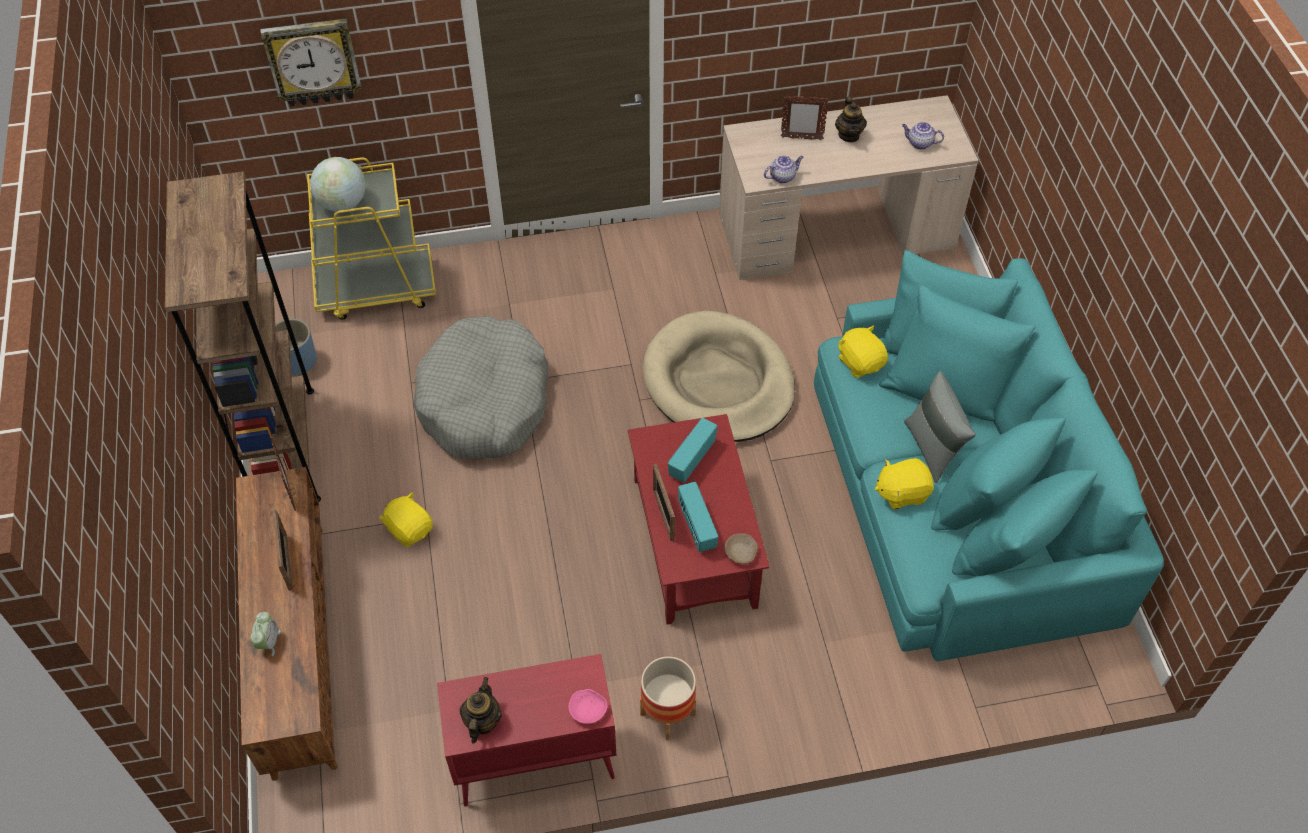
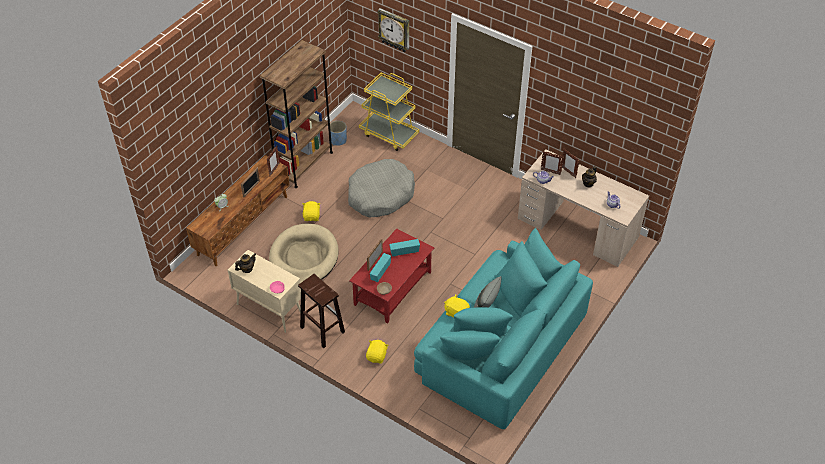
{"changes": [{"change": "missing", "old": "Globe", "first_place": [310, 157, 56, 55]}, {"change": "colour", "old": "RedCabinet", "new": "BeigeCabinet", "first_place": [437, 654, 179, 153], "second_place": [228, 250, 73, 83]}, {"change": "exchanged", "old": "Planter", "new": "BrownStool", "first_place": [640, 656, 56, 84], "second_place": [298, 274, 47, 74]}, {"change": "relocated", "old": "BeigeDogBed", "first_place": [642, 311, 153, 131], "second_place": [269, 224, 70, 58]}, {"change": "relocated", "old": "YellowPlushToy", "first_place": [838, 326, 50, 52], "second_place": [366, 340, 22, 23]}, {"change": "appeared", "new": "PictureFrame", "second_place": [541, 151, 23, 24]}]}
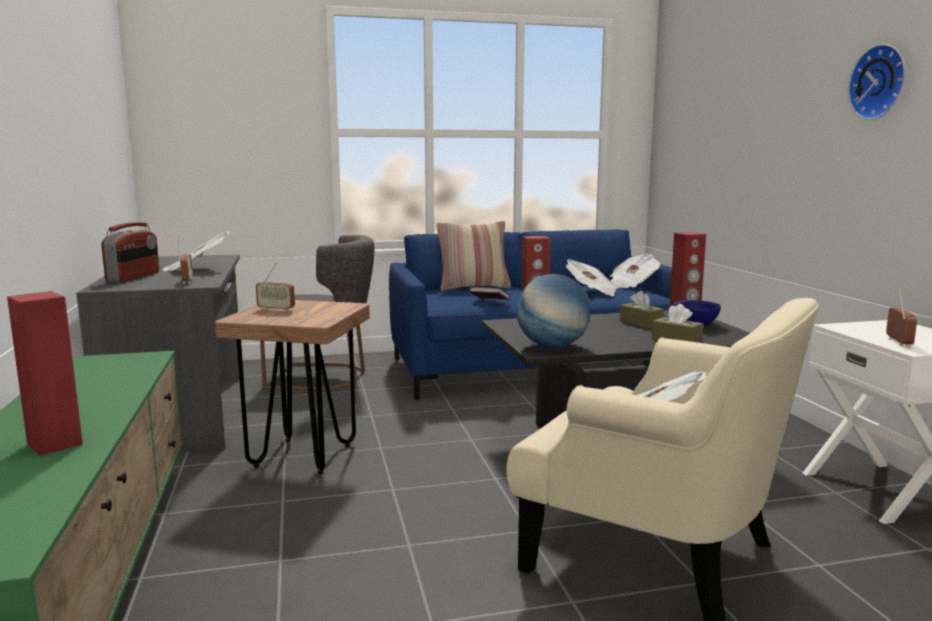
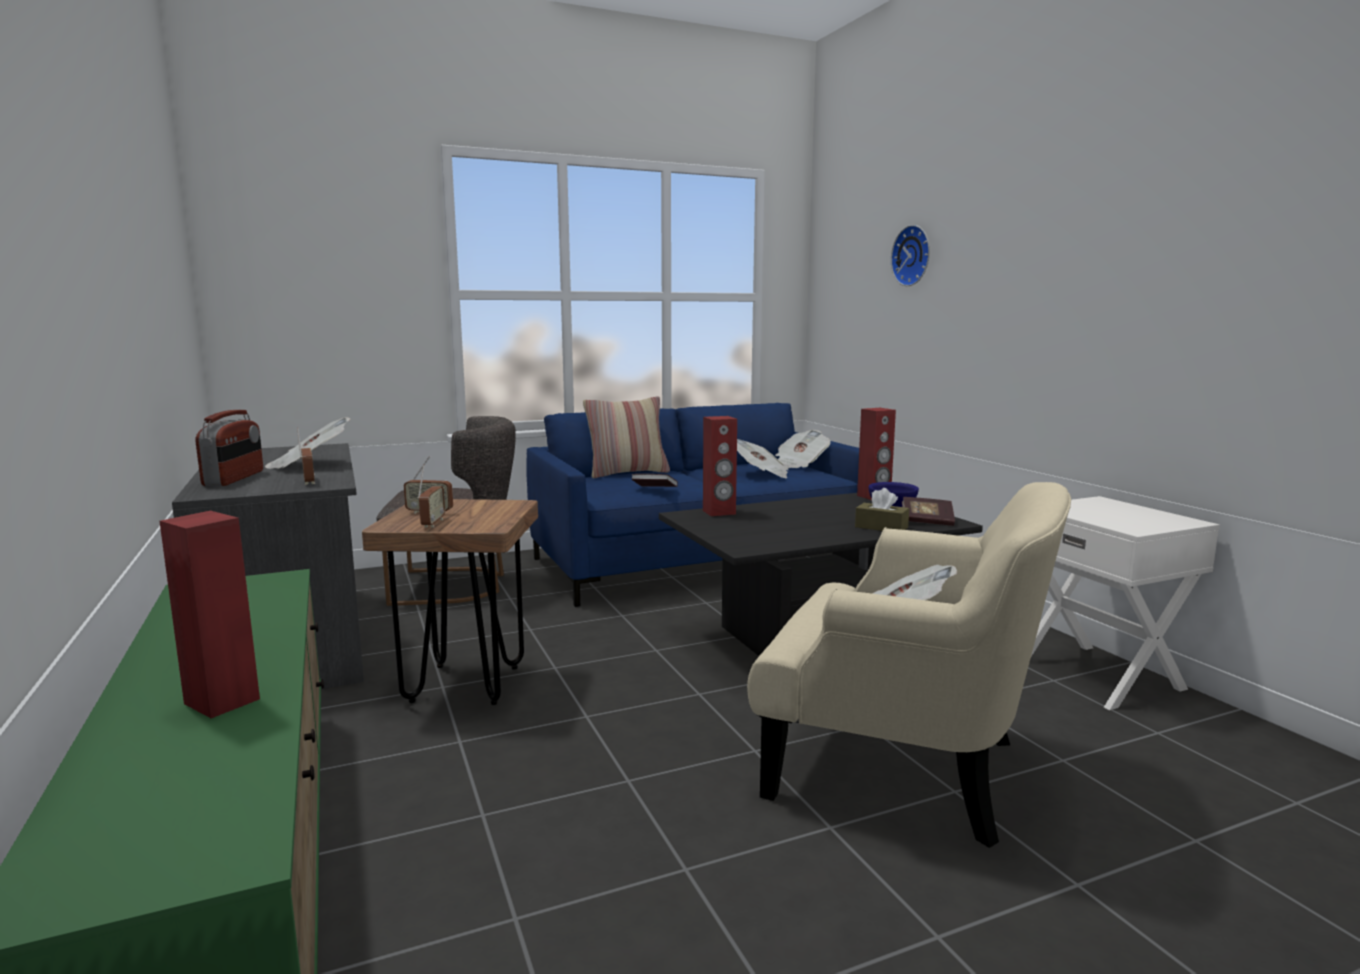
{"changes": [{"change": "missing", "old": "Globe", "first_place": [517, 274, 74, 74]}, {"change": "missing", "old": "BrownTissueBox", "first_place": [620, 290, 44, 39]}, {"change": "relocated", "old": "WallClock", "first_place": [848, 44, 58, 76], "second_place": [891, 225, 39, 61]}, {"change": "relocated", "old": "Radio", "first_place": [886, 287, 31, 60], "second_place": [418, 465, 27, 63]}, {"change": "appeared", "new": "Book", "second_place": [902, 497, 53, 29]}]}
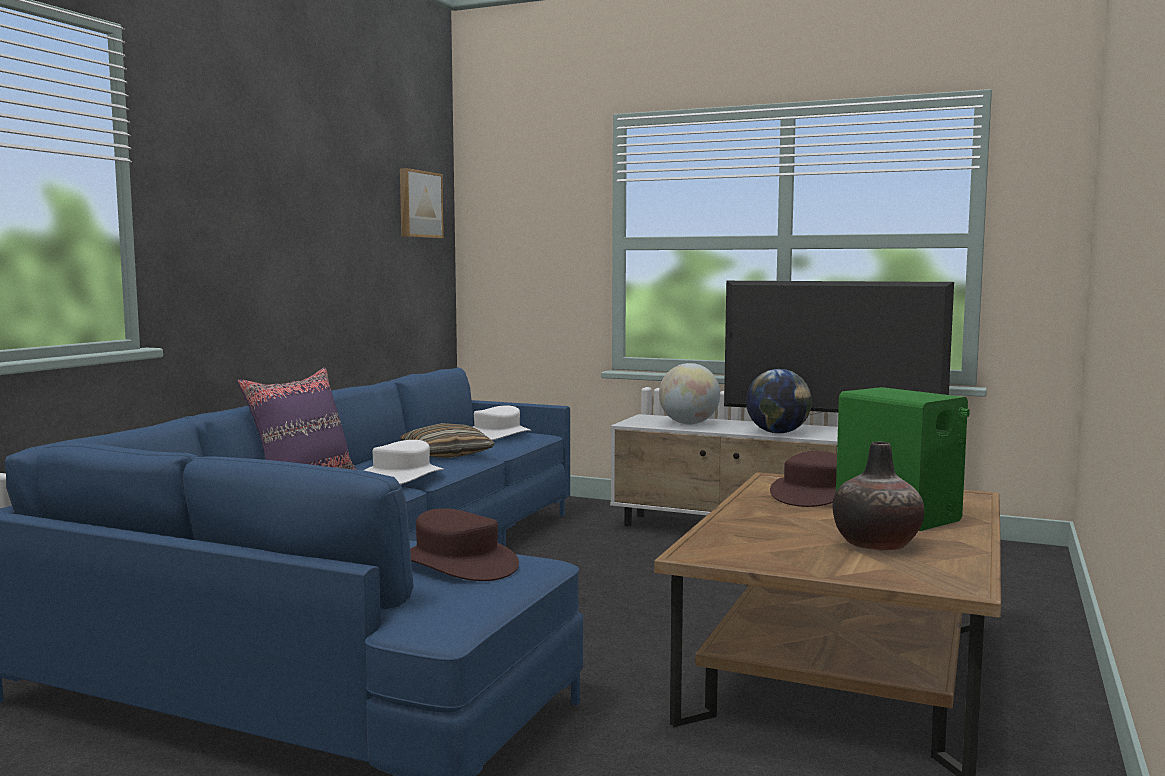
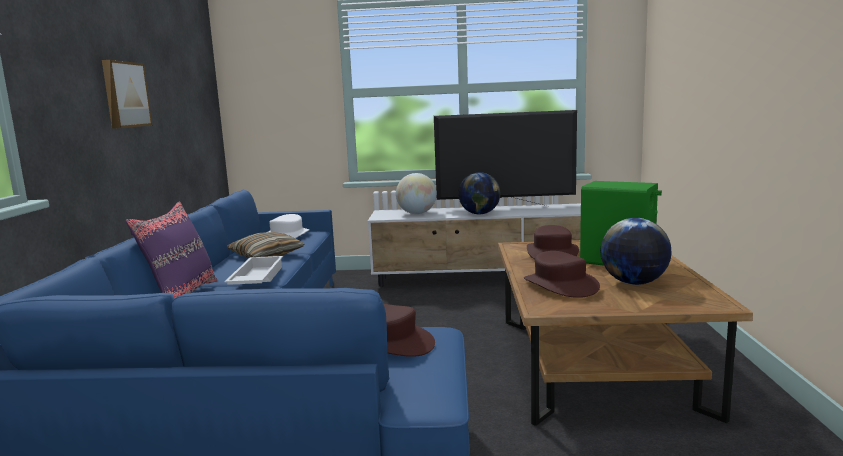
{"changes": [{"change": "exchanged", "old": "WhiteHat", "new": "WhiteTray", "first_place": [364, 440, 80, 45], "second_place": [224, 256, 59, 29]}, {"change": "relocated", "old": "Picture", "first_place": [400, 168, 44, 70], "second_place": [102, 60, 50, 69]}, {"change": "exchanged", "old": "Vase", "new": "Globe", "first_place": [832, 442, 92, 109], "second_place": [600, 218, 72, 67]}, {"change": "appeared", "new": "BrownHat", "second_place": [524, 251, 76, 47]}]}
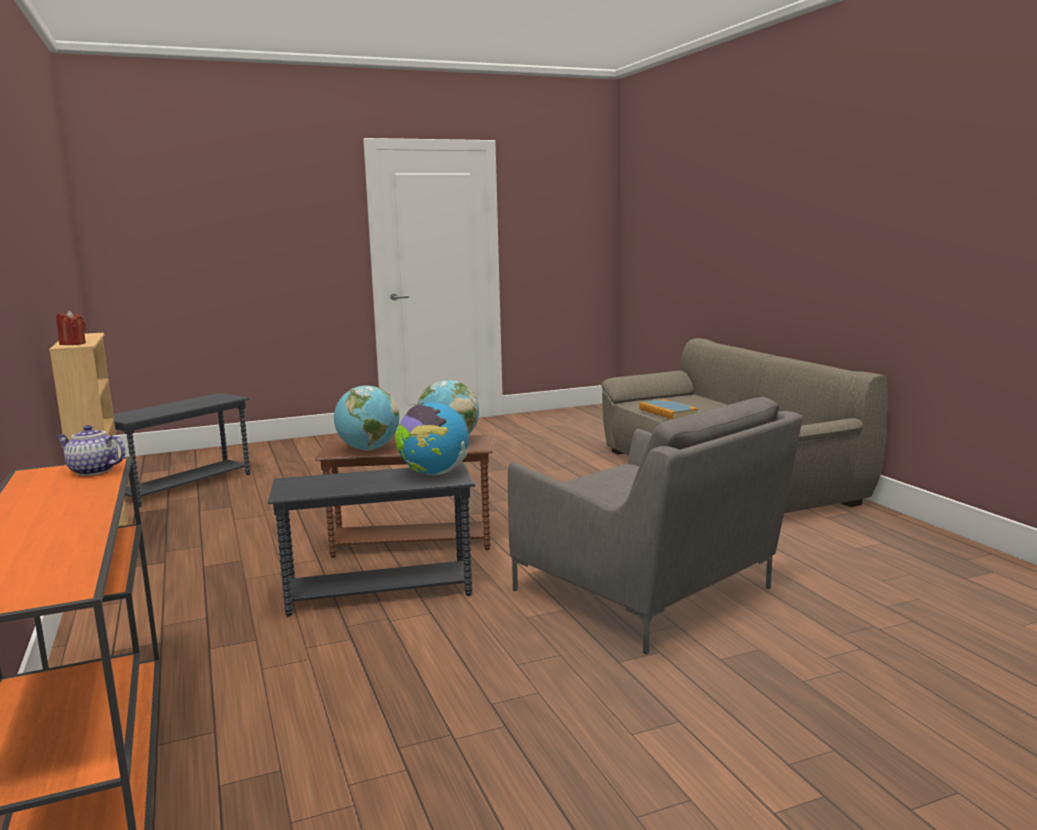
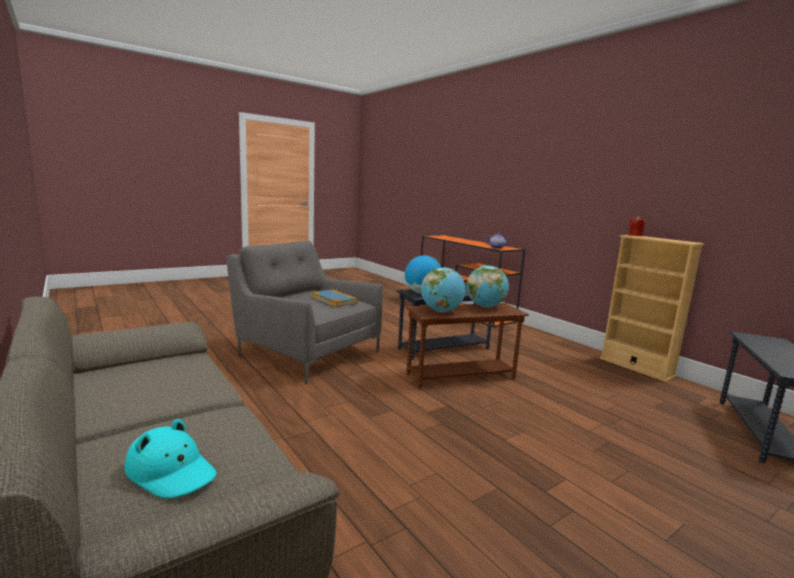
{"changes": [{"change": "relocated", "old": "Book", "first_place": [639, 399, 59, 20], "second_place": [312, 290, 46, 17]}, {"change": "appeared", "new": "TurquoiseHat", "second_place": [124, 419, 93, 79]}]}
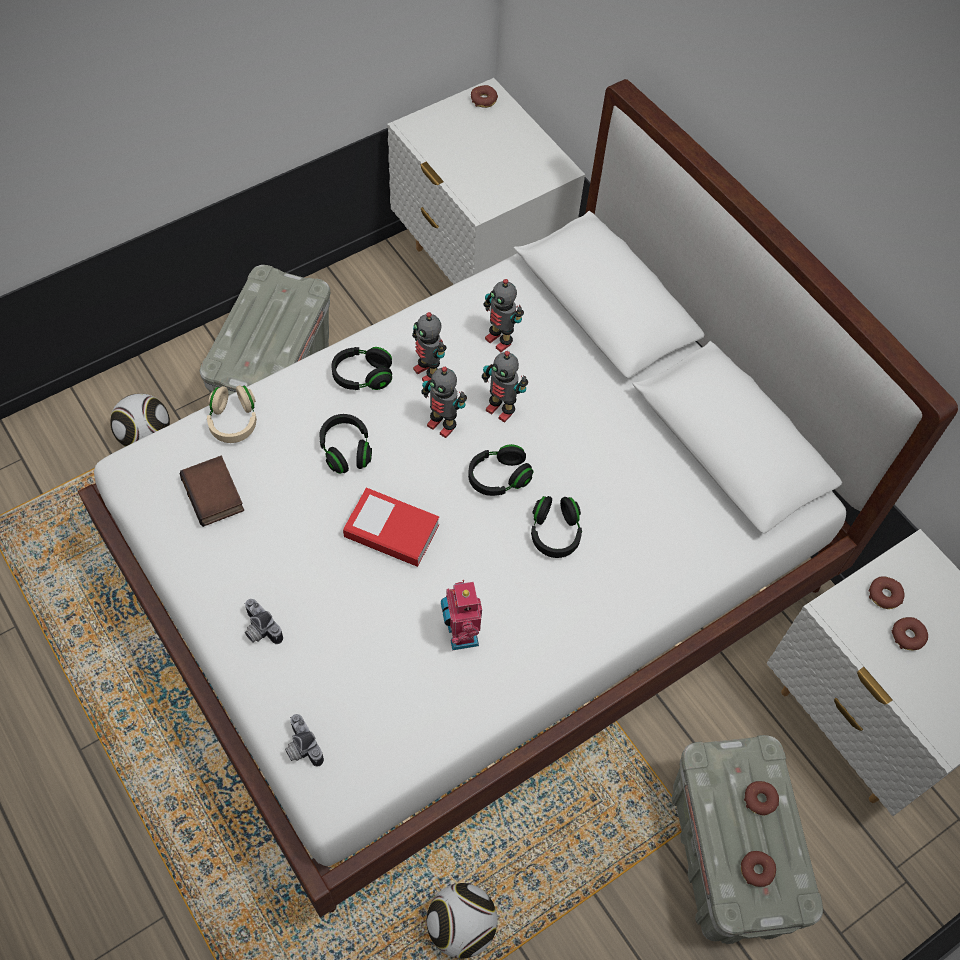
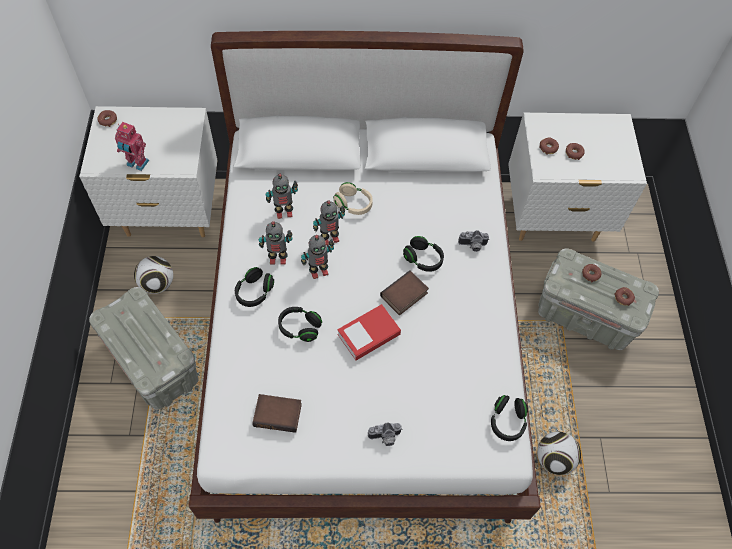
{"changes": [{"change": "relocated", "old": "Football", "first_place": [110, 393, 60, 54], "second_place": [134, 256, 39, 38]}, {"change": "relocated", "old": "BeigeHeadphones", "first_place": [207, 385, 50, 58], "second_place": [333, 182, 40, 33]}, {"change": "relocated", "old": "PhotoCamera", "first_place": [285, 714, 39, 53], "second_place": [458, 230, 31, 22]}, {"change": "relocated", "old": "ToyRobot", "first_place": [441, 580, 41, 70], "second_place": [115, 122, 34, 49]}, {"change": "relocated", "old": "BlackHeadphones", "first_place": [468, 444, 65, 52], "second_place": [491, 395, 37, 46]}, {"change": "appeared", "new": "Book", "second_place": [380, 270, 49, 45]}]}
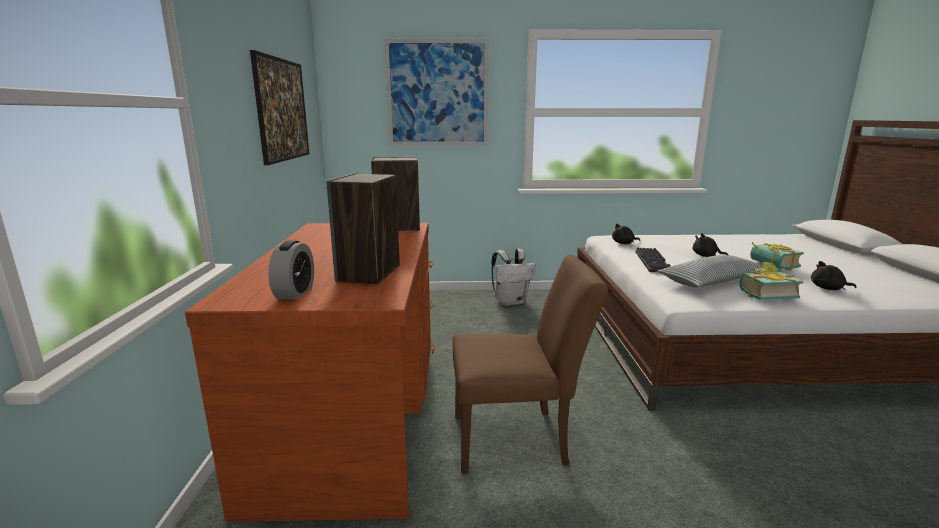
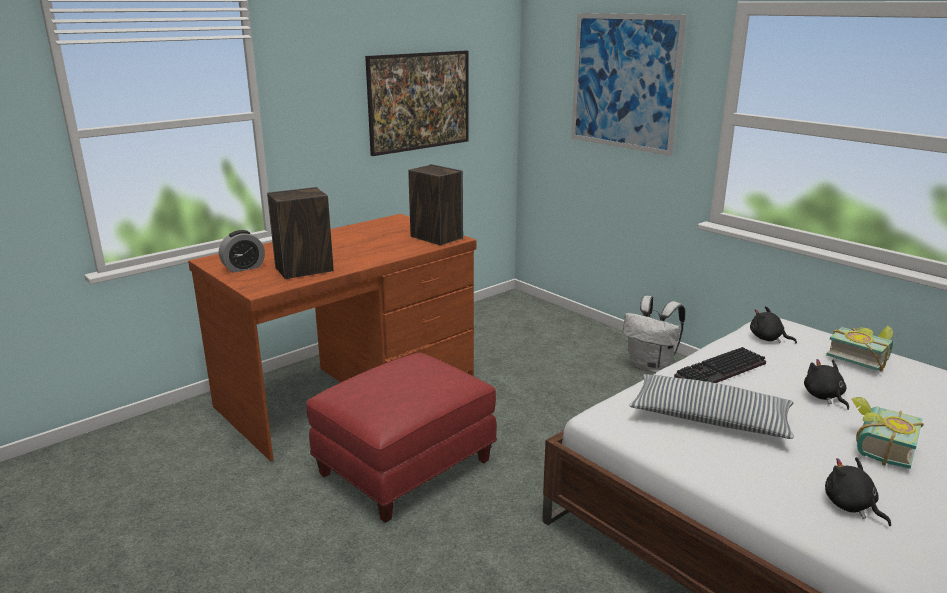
{"changes": [{"change": "exchanged", "old": "BrownChair", "new": "RedOttoman", "first_place": [453, 255, 155, 219], "second_place": [306, 352, 191, 171]}, {"change": "relocated", "old": "Book", "first_place": [740, 262, 63, 38], "second_place": [826, 326, 67, 45]}]}
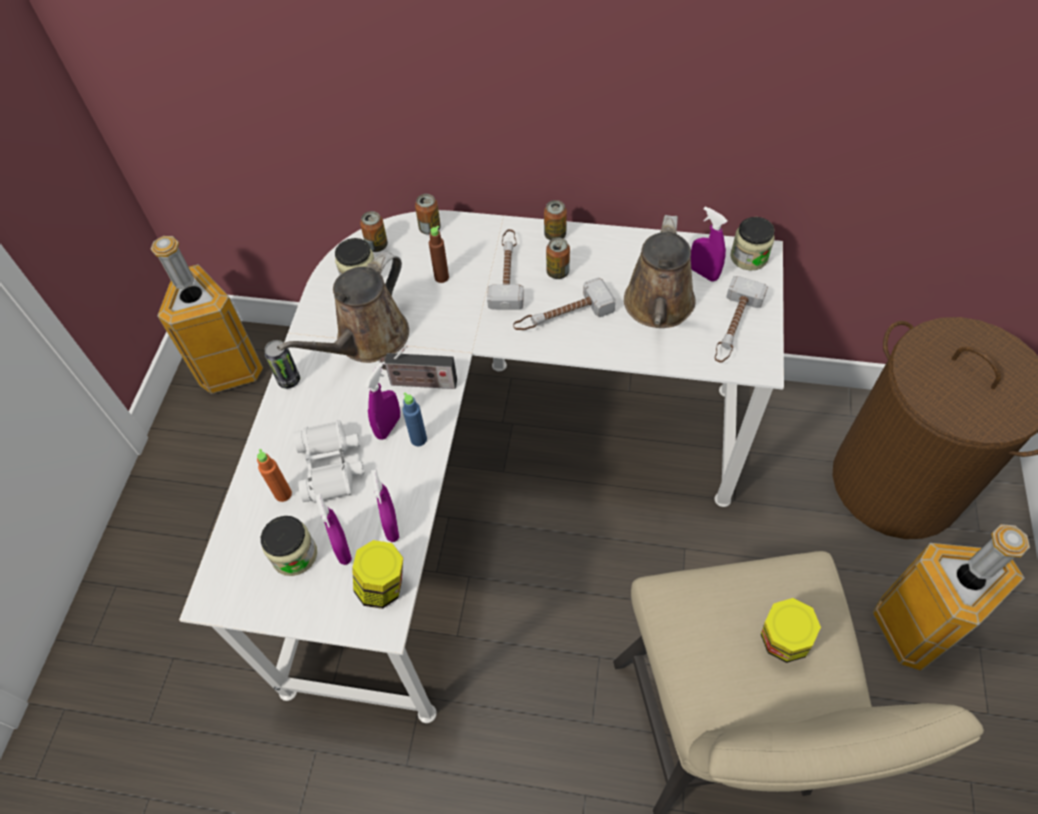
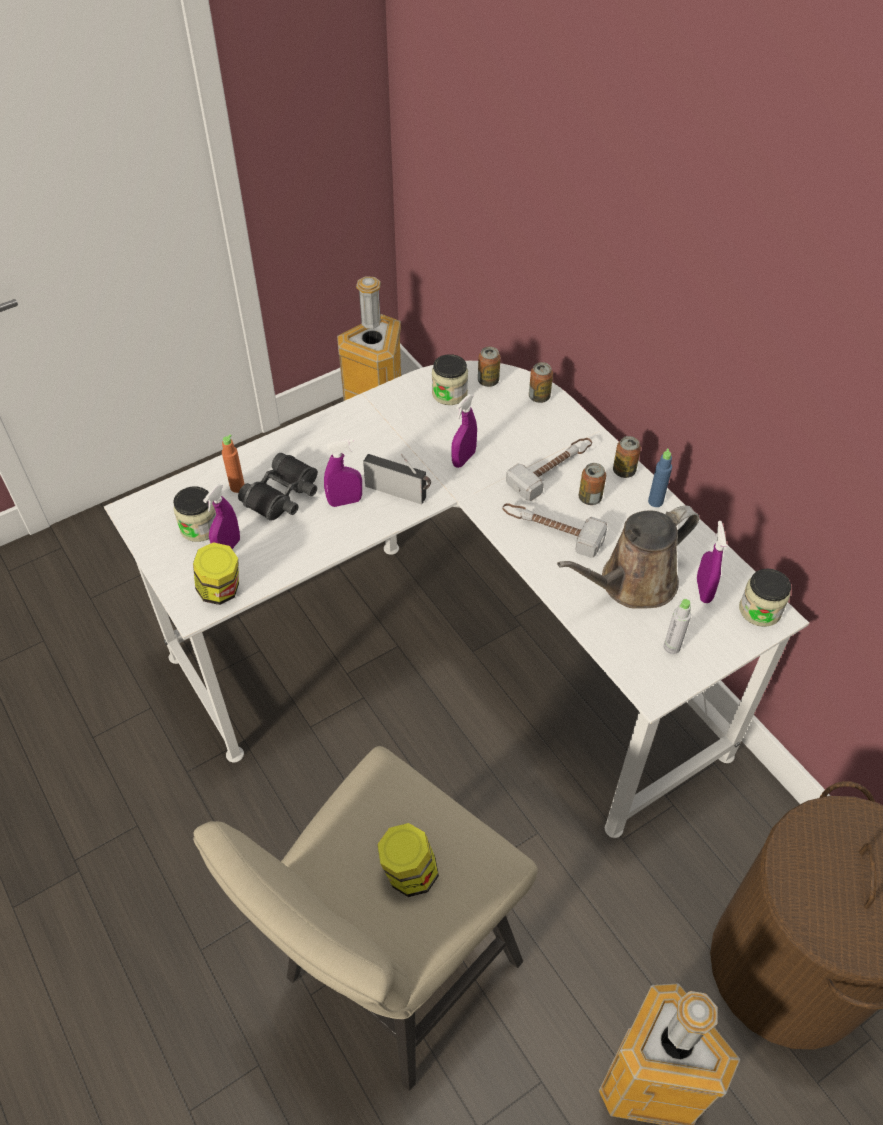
{"changes": [{"change": "missing", "old": "Can", "first_place": [264, 340, 36, 49]}, {"change": "missing", "old": "BrownWateringCan", "first_place": [277, 252, 132, 111]}, {"change": "colour", "old": "WhiteBinoculars", "new": "BlackBinoculars", "first_place": [293, 420, 71, 83], "second_place": [238, 453, 80, 68]}, {"change": "relocated", "old": "PurpleSprayBottle", "first_place": [371, 469, 28, 73], "second_place": [451, 394, 26, 74]}, {"change": "spun", "old": "Radio", "first_place": [380, 345, 77, 44], "second_place": [363, 454, 68, 50], "degrees": 150}, {"change": "relocated", "old": "BlueBottle", "first_place": [402, 392, 25, 54], "second_place": [648, 449, 24, 58]}, {"change": "missing", "old": "BrownBottle", "first_place": [429, 226, 20, 57]}, {"change": "exchanged", "old": "Hammer", "new": "GreyBottle", "first_place": [715, 276, 53, 87], "second_place": [664, 599, 27, 55]}]}
